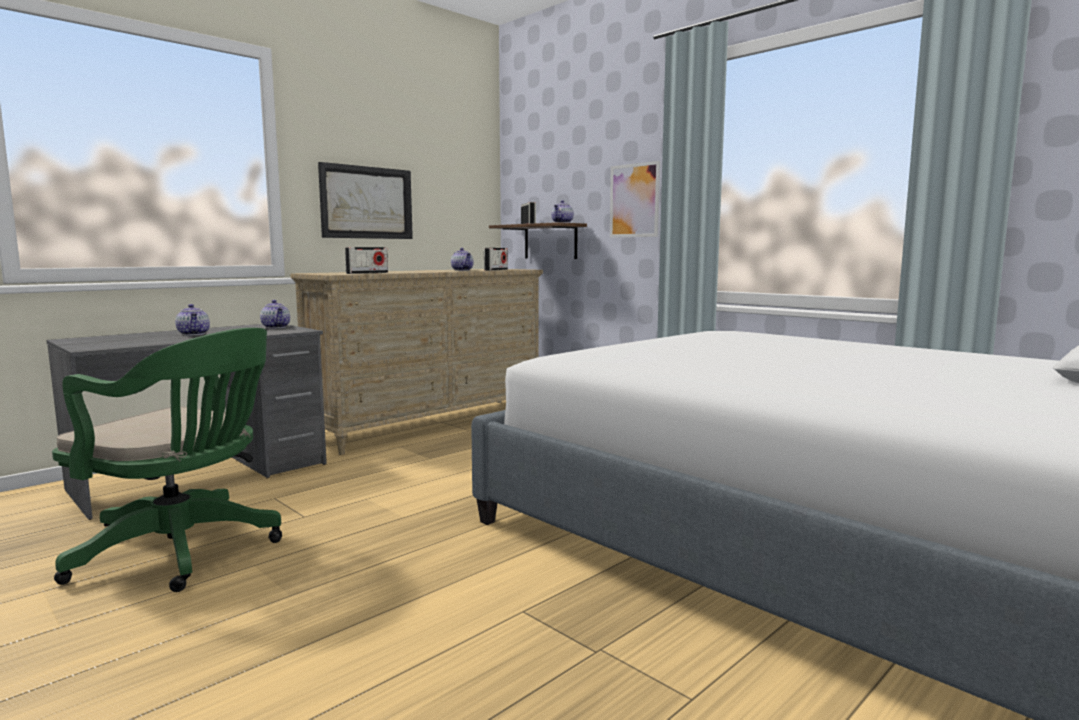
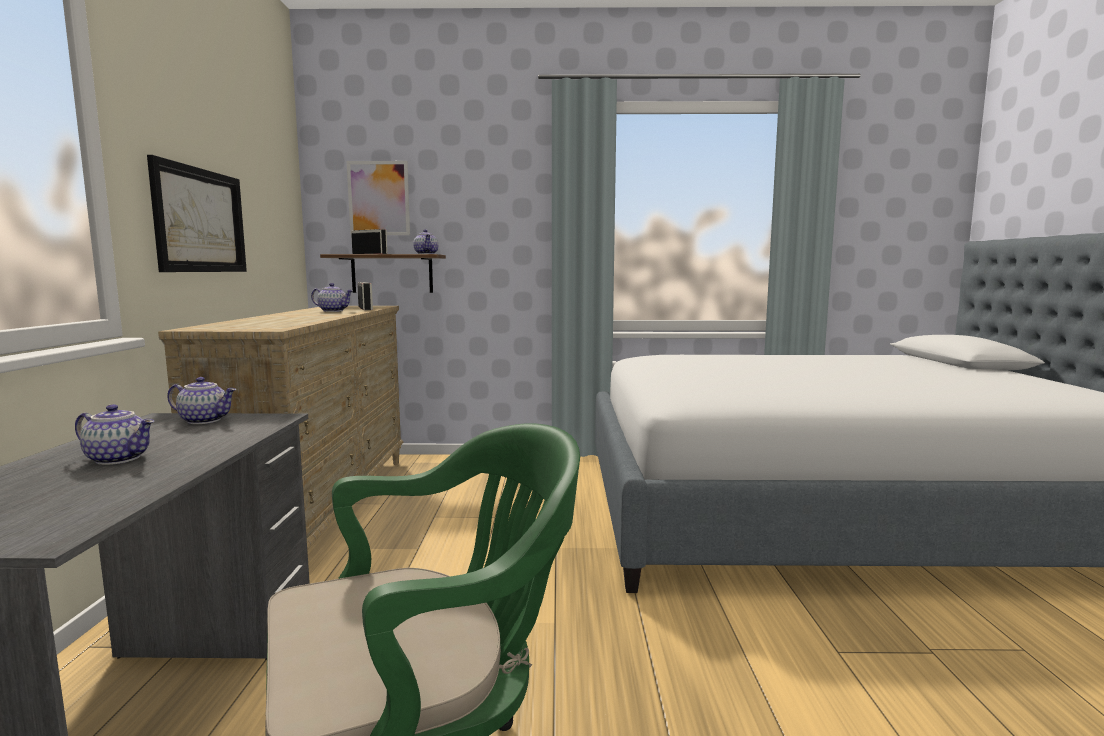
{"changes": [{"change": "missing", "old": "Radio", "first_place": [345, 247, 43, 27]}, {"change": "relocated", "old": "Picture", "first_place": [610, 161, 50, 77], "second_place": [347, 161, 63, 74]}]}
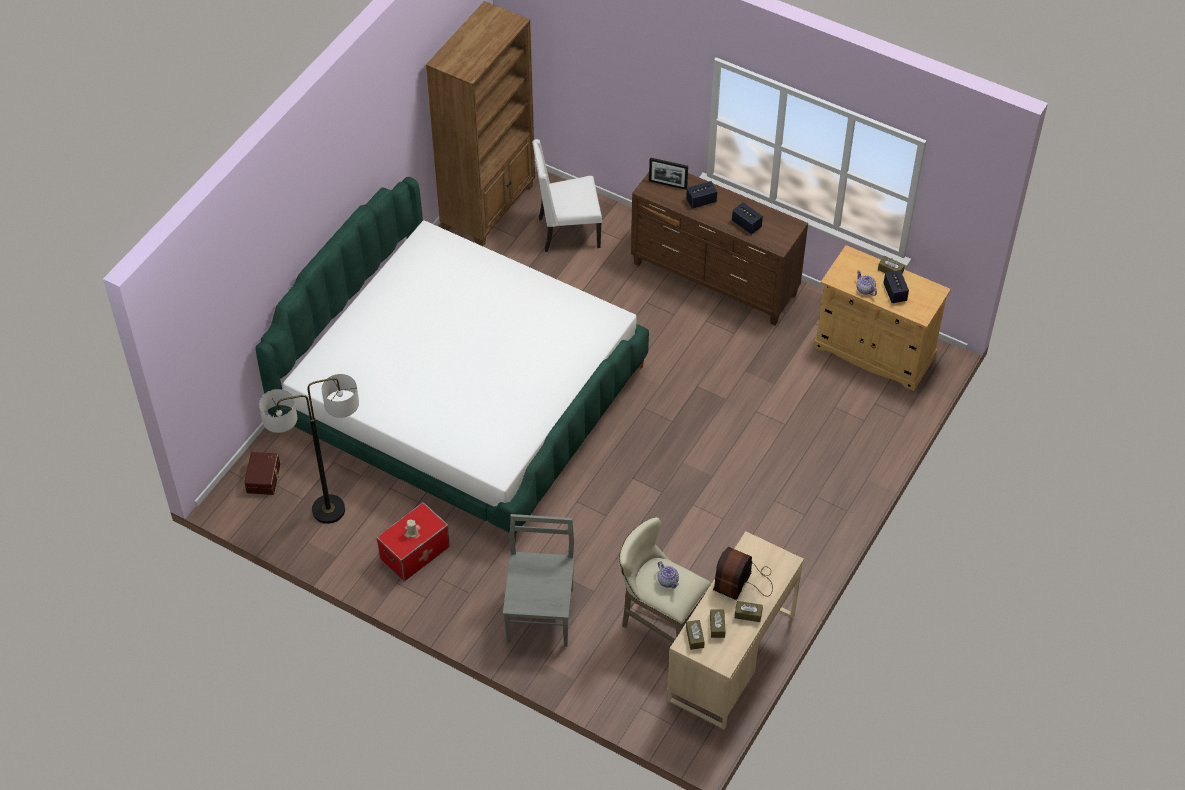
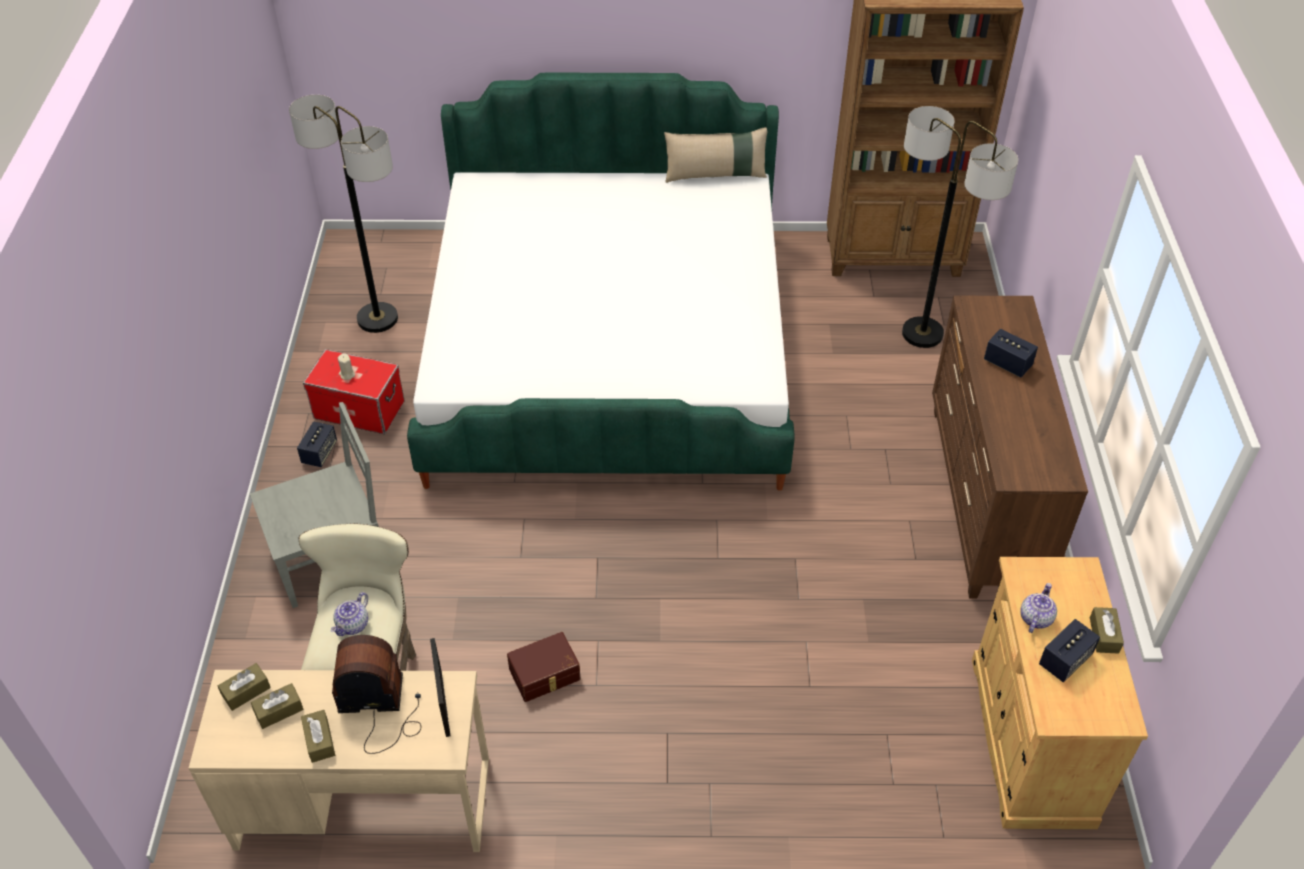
{"changes": [{"change": "relocated", "old": "BrownStorageBox", "first_place": [244, 452, 36, 43], "second_place": [507, 632, 74, 70]}, {"change": "exchanged", "old": "WhiteChair", "new": "FloorLamp", "first_place": [532, 139, 70, 113], "second_place": [902, 106, 116, 242]}, {"change": "relocated", "old": "PictureFrame", "first_place": [649, 157, 39, 33], "second_place": [430, 638, 20, 99]}, {"change": "relocated", "old": "Speaker", "first_place": [732, 202, 31, 33], "second_place": [297, 422, 40, 45]}, {"change": "appeared", "new": "BeigePillow", "second_place": [664, 127, 103, 56]}]}
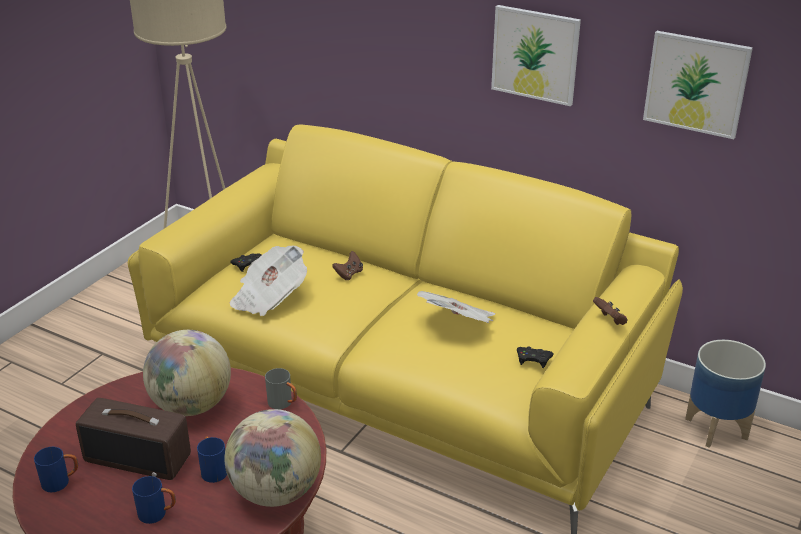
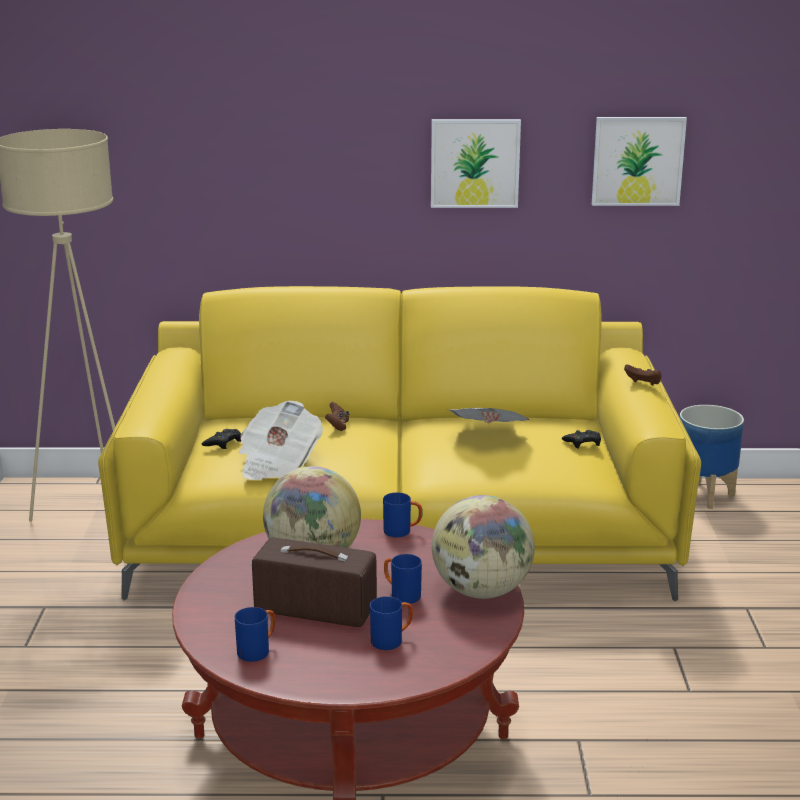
{"changes": [{"change": "spun", "old": "Radio", "first_place": [76, 398, 115, 82], "second_place": [252, 538, 125, 89], "degrees": -150}, {"change": "colour", "old": "GreyMug", "new": "BlueMug", "first_place": [265, 368, 32, 41], "second_place": [383, 492, 39, 45]}]}
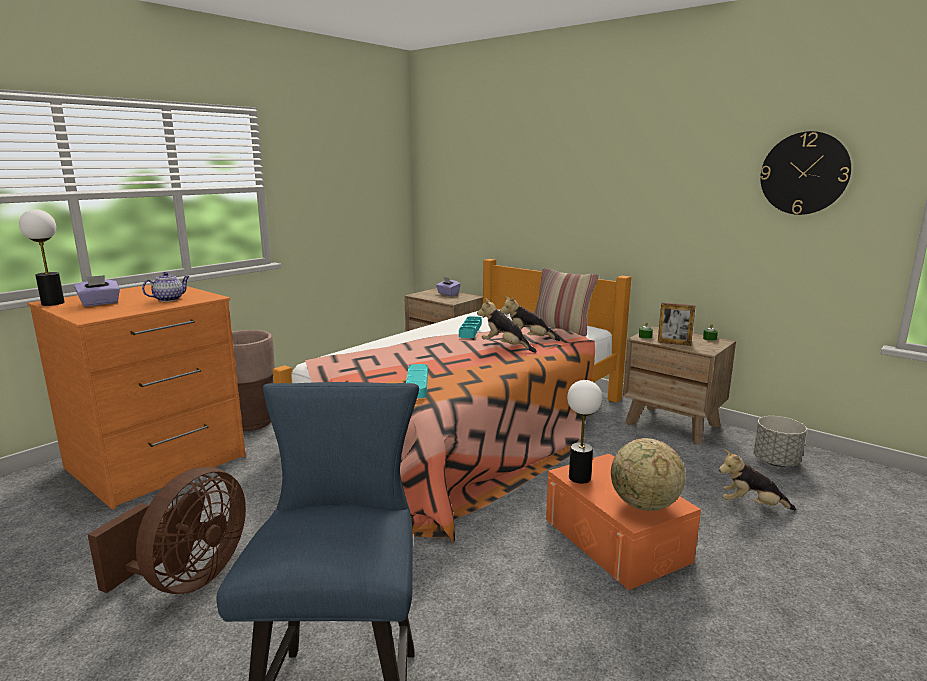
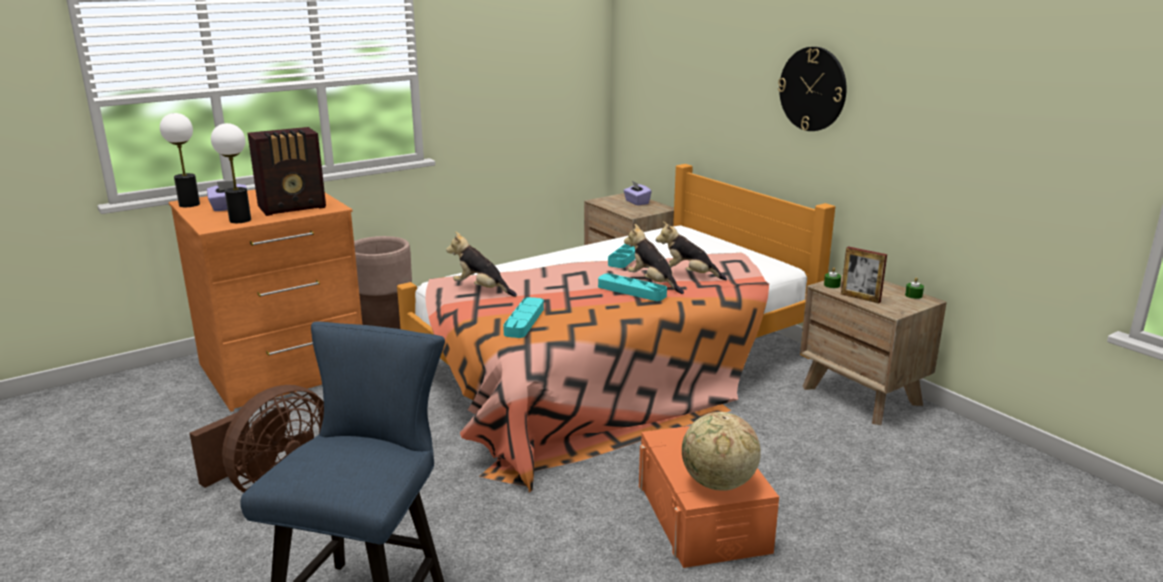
{"changes": [{"change": "exchanged", "old": "Teapot", "new": "Radio", "first_place": [142, 272, 48, 30], "second_place": [248, 127, 78, 89]}, {"change": "missing", "old": "Pillow", "first_place": [534, 268, 65, 68]}, {"change": "relocated", "old": "TableLamp", "first_place": [567, 380, 35, 103], "second_place": [211, 123, 40, 100]}, {"change": "relocated", "old": "PlushToy", "first_place": [719, 449, 77, 62], "second_place": [446, 231, 71, 66]}, {"change": "missing", "old": "GreyPlanter", "first_place": [753, 416, 54, 51]}, {"change": "relocated", "old": "WallClock", "first_place": [760, 131, 91, 84], "second_place": [778, 47, 69, 84]}, {"change": "appeared", "new": "TurquoiseTray", "second_place": [598, 273, 69, 28]}]}
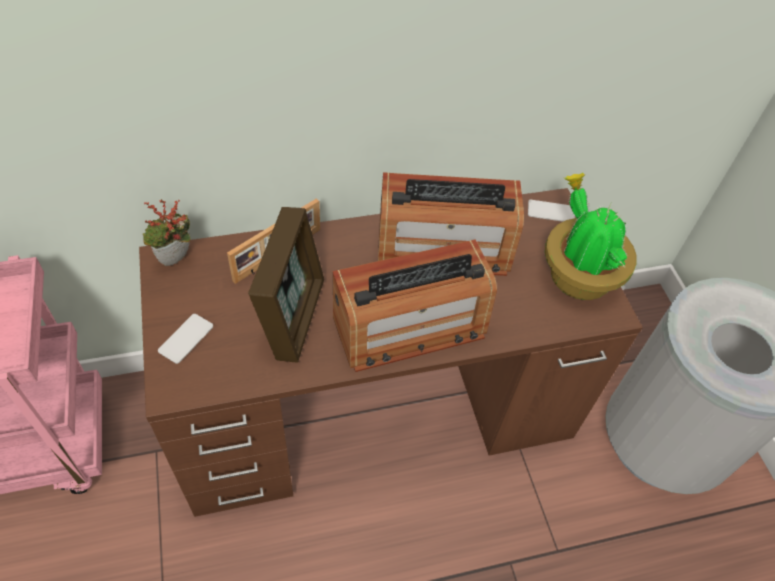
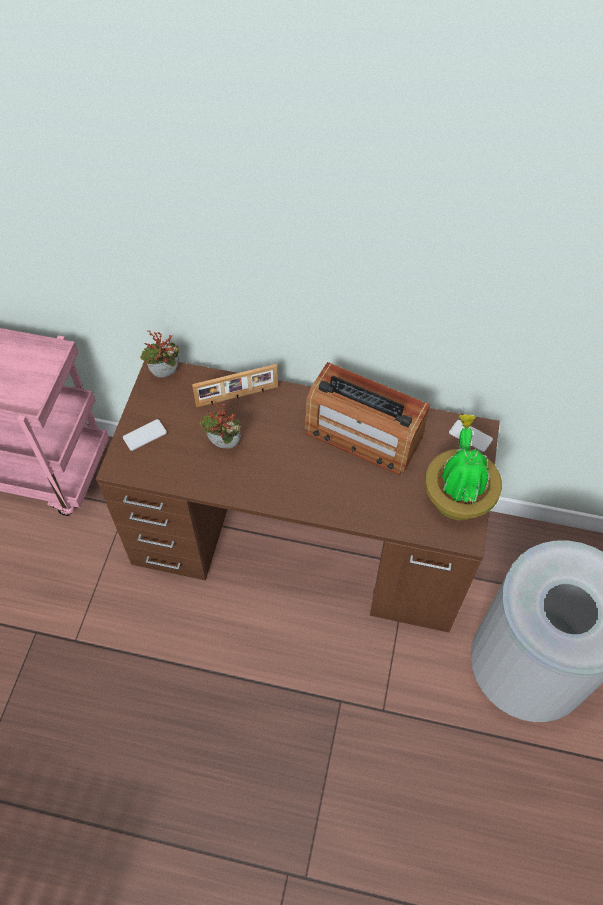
{"changes": [{"change": "exchanged", "old": "PictureFrame", "new": "PottedPlant", "first_place": [248, 207, 76, 156], "second_place": [199, 400, 42, 49]}, {"change": "missing", "old": "Radio", "first_place": [333, 240, 164, 132]}]}
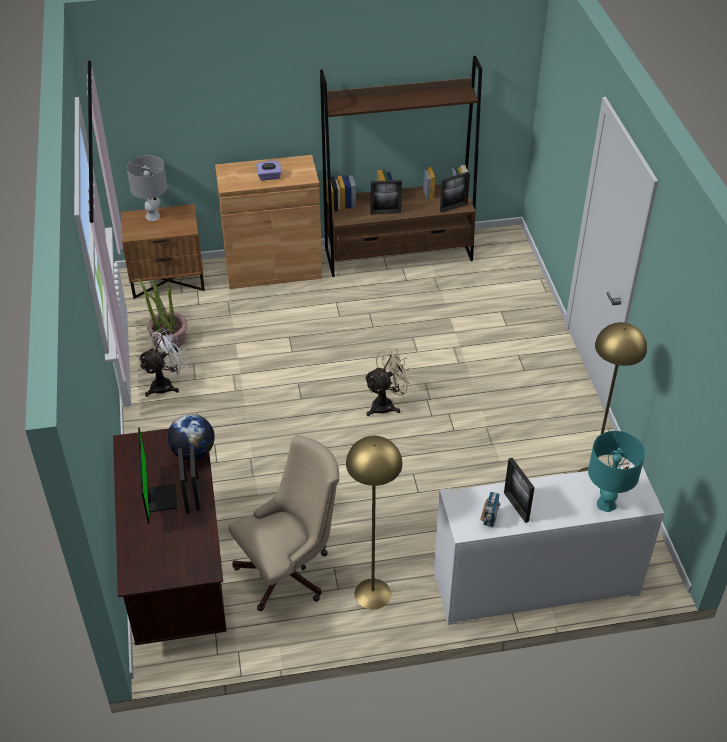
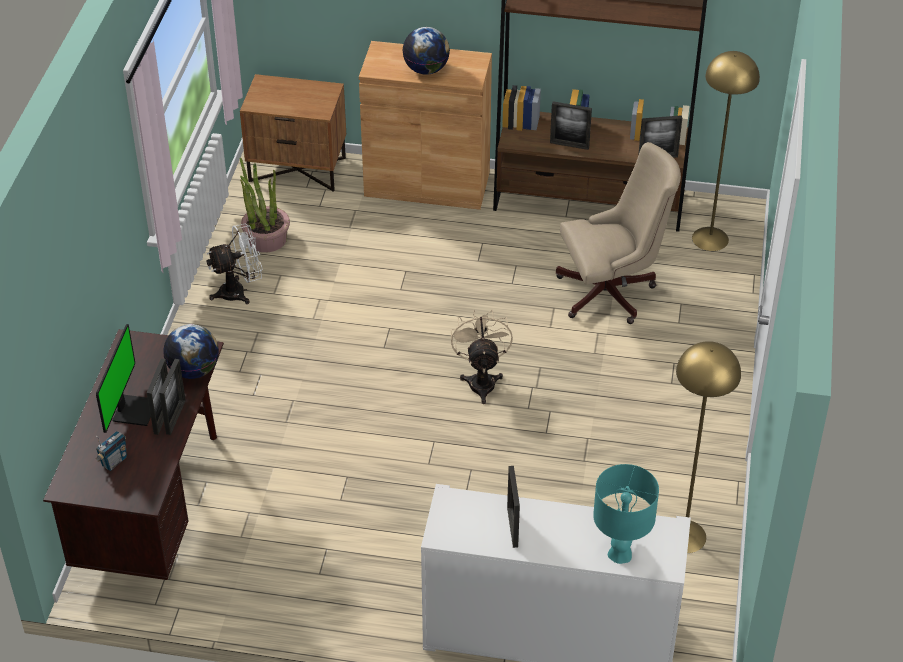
{"changes": [{"change": "missing", "old": "GreyTableLamp", "first_place": [127, 155, 40, 66]}, {"change": "relocated", "old": "BeigeOfficeChair", "first_place": [229, 435, 110, 176], "second_place": [556, 142, 125, 182]}, {"change": "exchanged", "old": "PurpleTissueBox", "new": "Globe", "first_place": [256, 161, 25, 19], "second_place": [402, 27, 48, 48]}, {"change": "relocated", "old": "YellowFloorLamp", "first_place": [346, 436, 56, 173], "second_place": [692, 51, 68, 200]}, {"change": "spun", "old": "BeigeFan", "first_place": [364, 348, 51, 68], "second_place": [451, 310, 62, 94], "degrees": -75}, {"change": "relocated", "old": "Radio", "first_place": [480, 492, 20, 35], "second_place": [95, 431, 32, 40]}]}
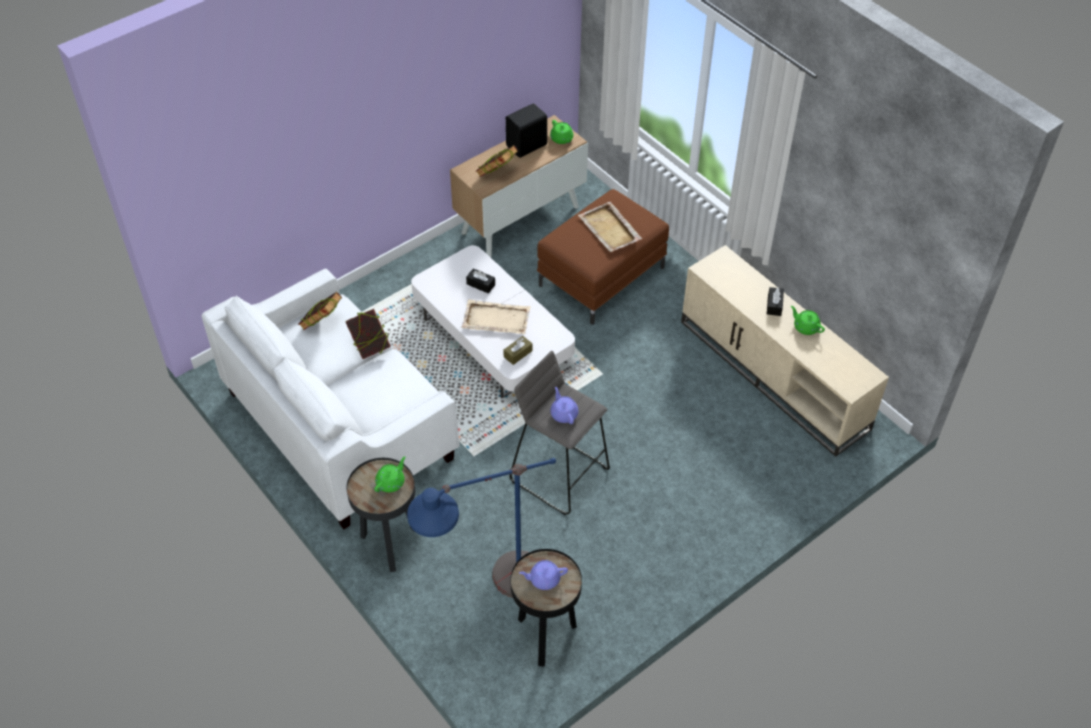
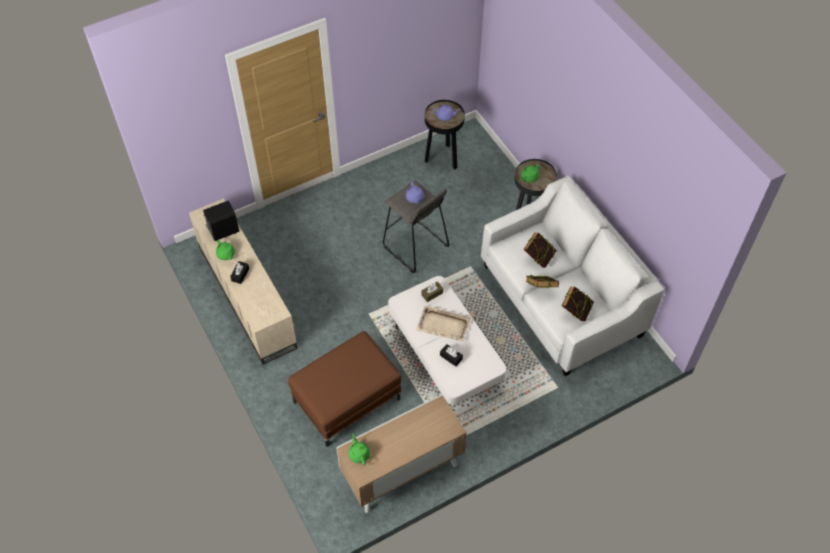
{"changes": [{"change": "missing", "old": "BlueFloorLamp", "first_place": [407, 458, 149, 139]}, {"change": "relocated", "old": "Book", "first_place": [476, 145, 42, 32], "second_place": [524, 232, 33, 36]}, {"change": "relocated", "old": "BlackSpeaker", "first_place": [506, 103, 41, 55], "second_place": [203, 201, 36, 40]}, {"change": "missing", "old": "BeigeTray", "first_place": [578, 202, 64, 50]}]}
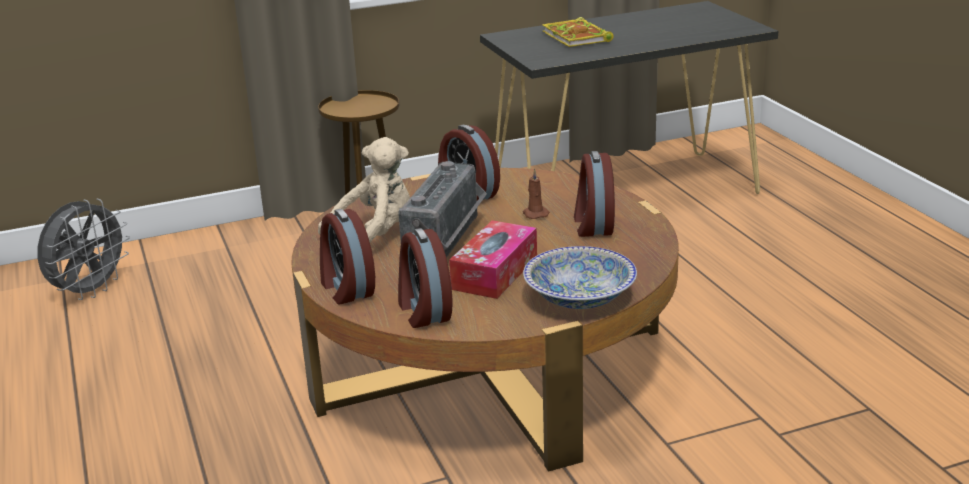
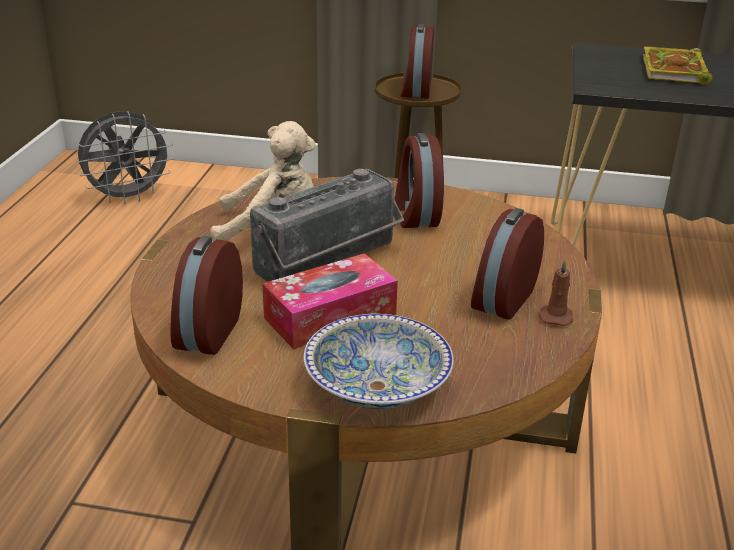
{"changes": [{"change": "relocated", "old": "AlarmClock", "first_place": [320, 209, 55, 95], "second_place": [400, 24, 34, 74]}, {"change": "relocated", "old": "BrownCandle", "first_place": [523, 168, 26, 51], "second_place": [539, 260, 34, 66]}]}
